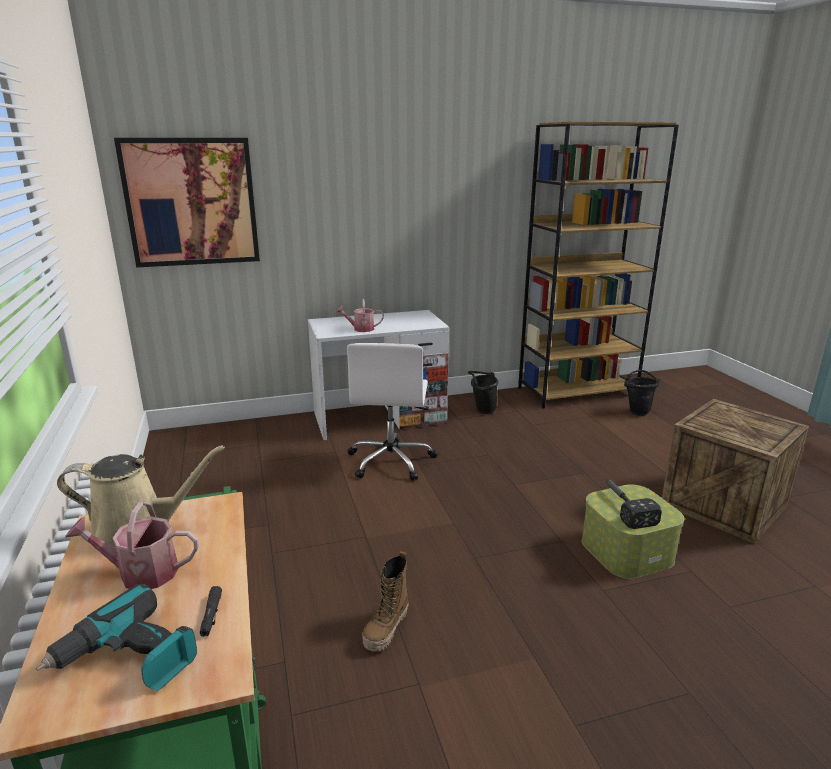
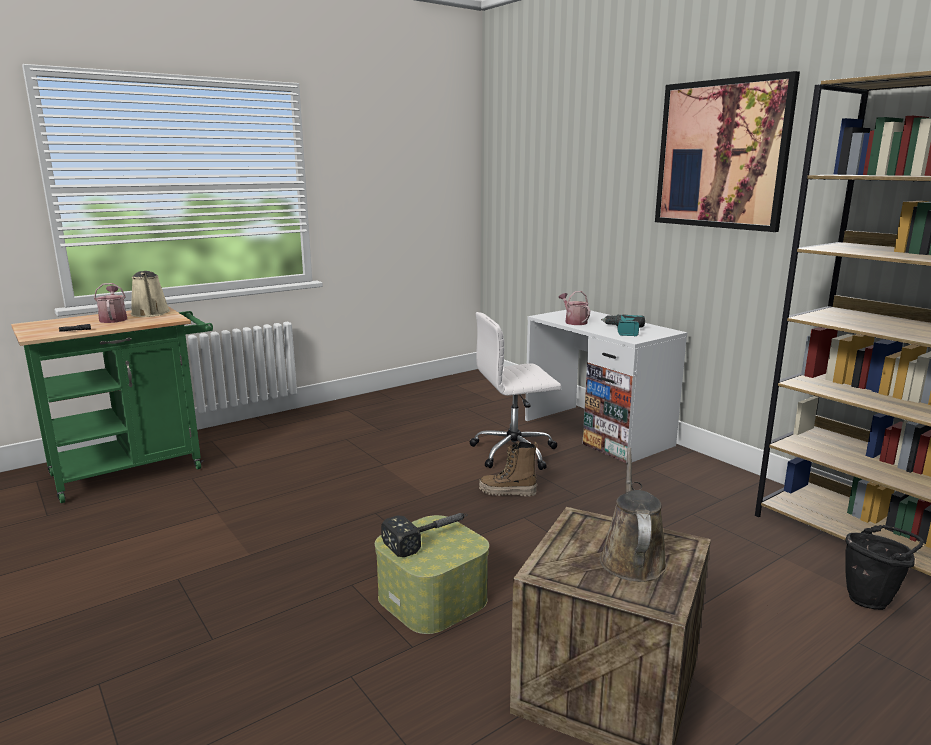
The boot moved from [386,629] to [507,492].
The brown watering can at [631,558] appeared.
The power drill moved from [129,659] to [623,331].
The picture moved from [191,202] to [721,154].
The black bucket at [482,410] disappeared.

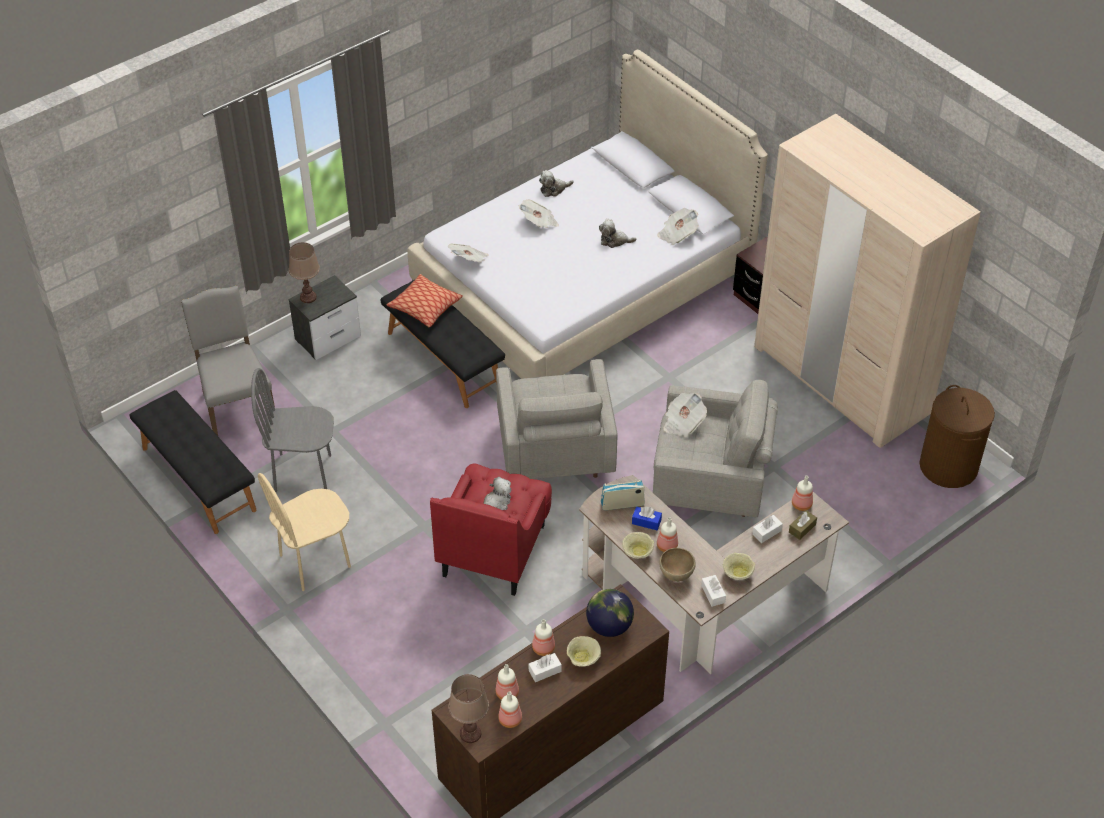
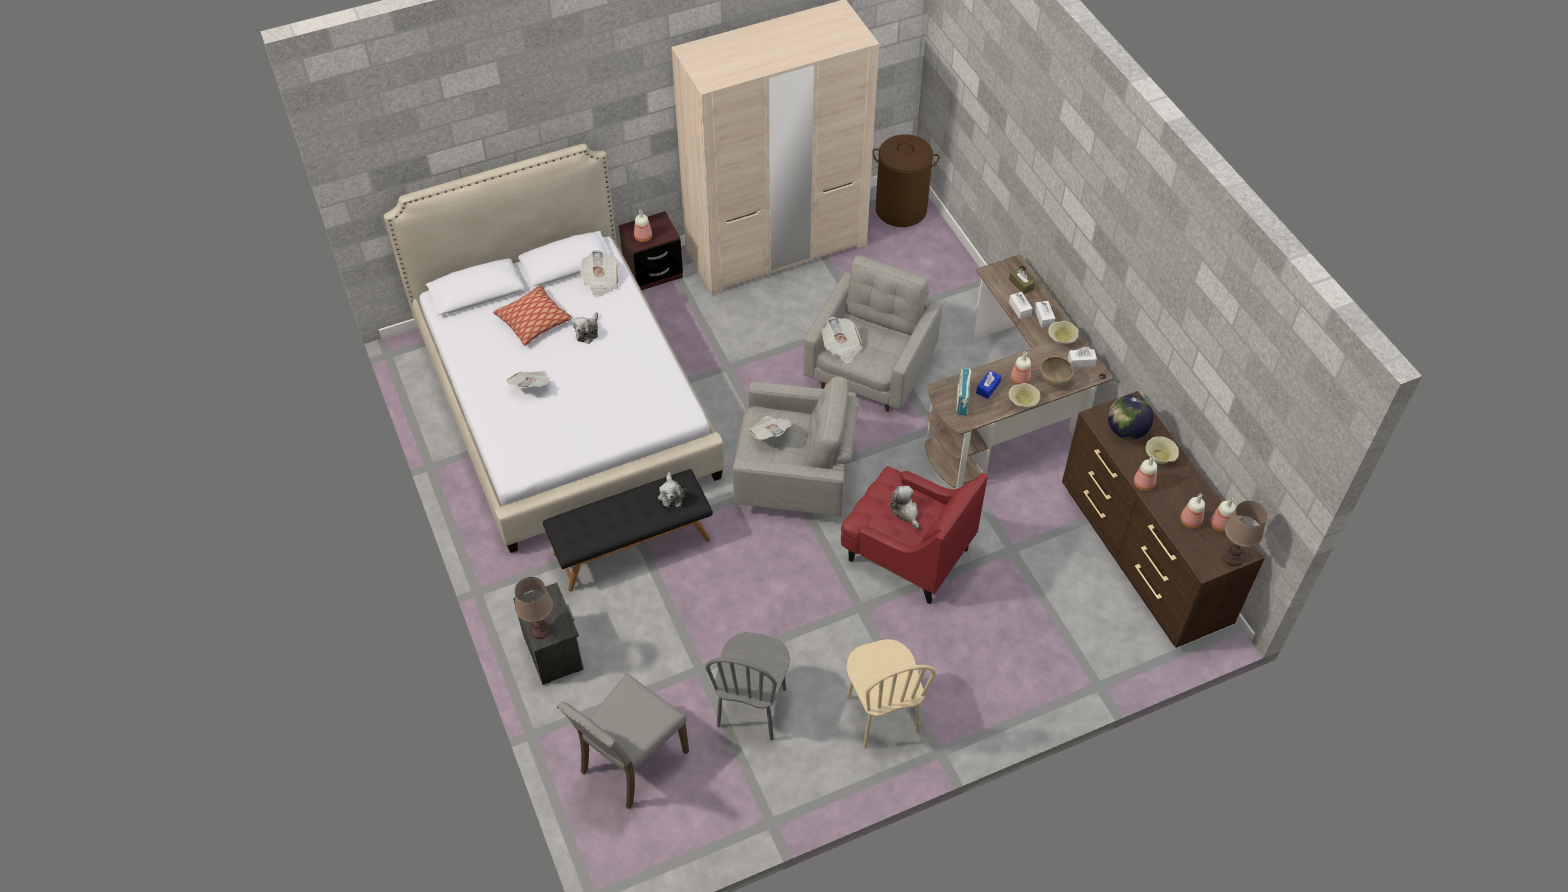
The pillow moved from [425,307] to [534,321].
The grey chair at [237,408] turned 45 degrees counterclockwise.
The bottle moved from [801,505] to [643,237].
The plush toy moved from [554,189] to [671,495].
The newspaper moved from [469,260] to [769,434].
The white tissue box moved from [545,671] to [1044,317].
The black bench at [197,479] disappeared.

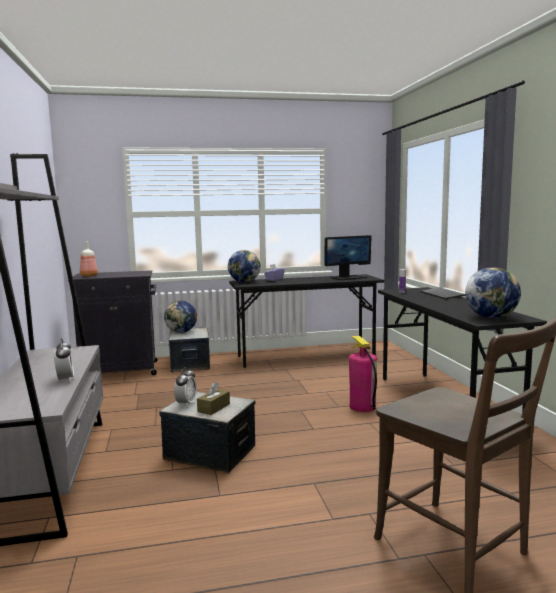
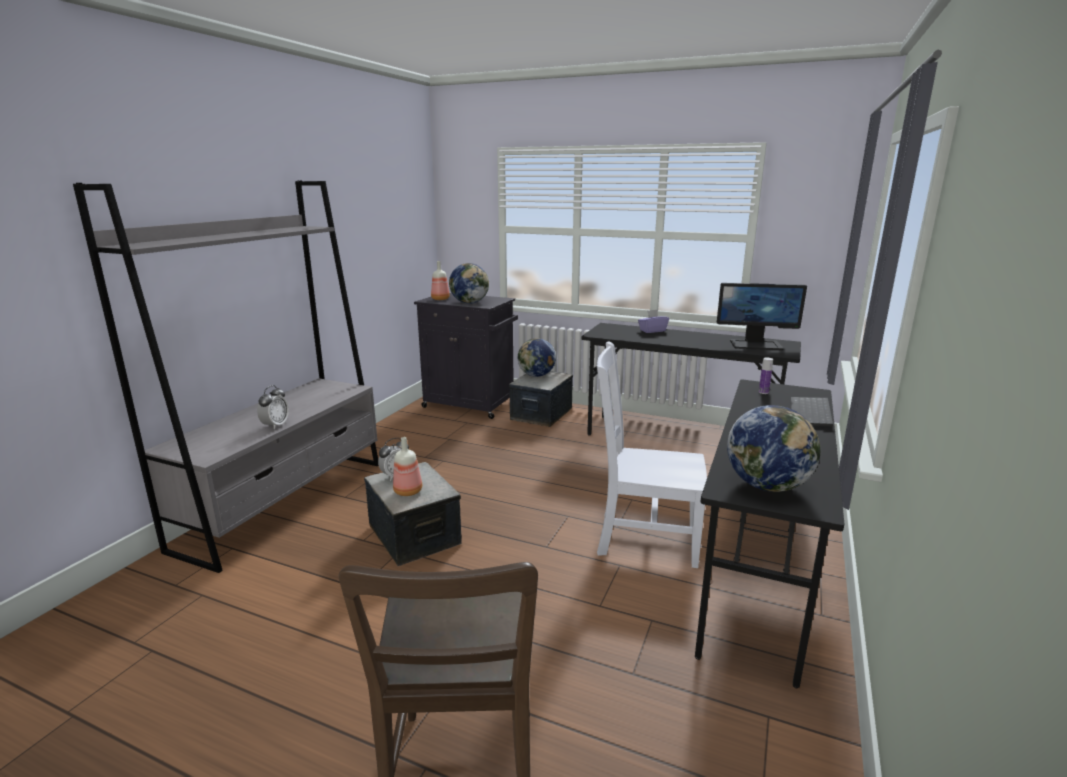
The brown tissue box at [213,408] was replaced by the bottle at [408,491].
The globe moved from [244,282] to [470,303].
The fire extinguisher at [362,406] was replaced by the white chair at [643,538].

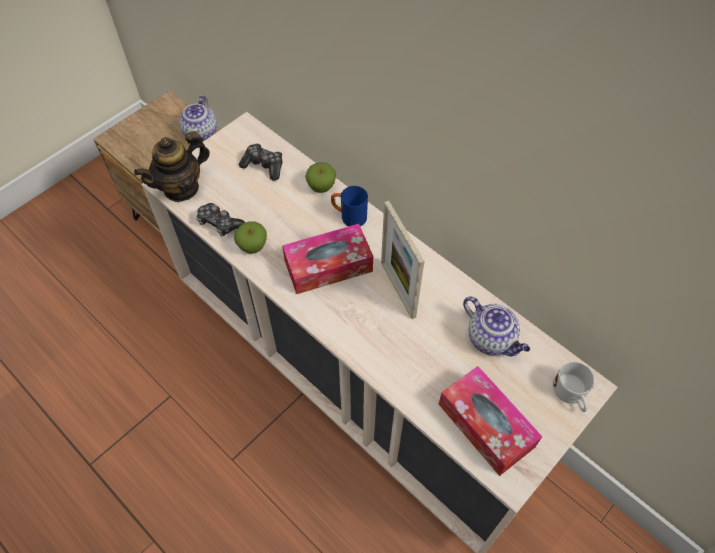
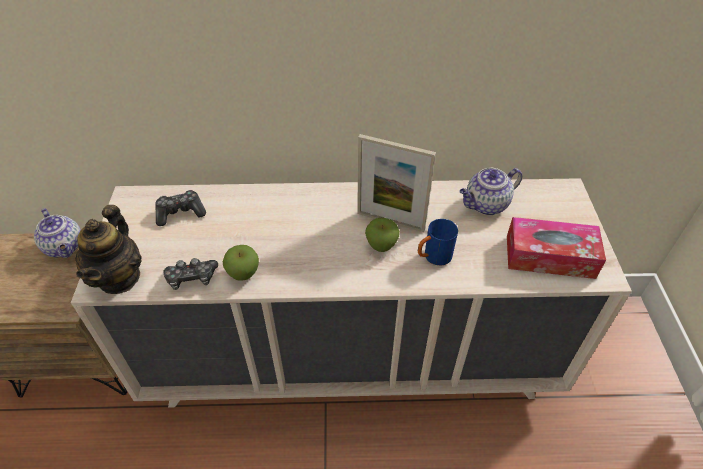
The apple moved from [321,187] to [381,246].
The blue mug moved from [349,216] to [433,257].
The teapot at [492,339] turned 150 degrees clockwise.
The tissue box at [328,266] disappeared.
The white mug at [571,394] disappeared.

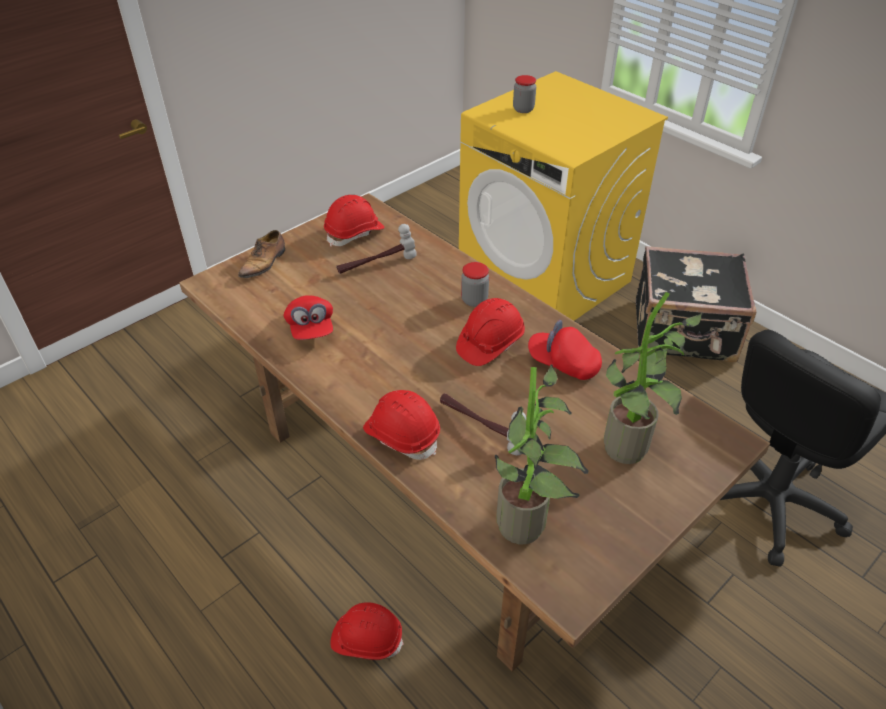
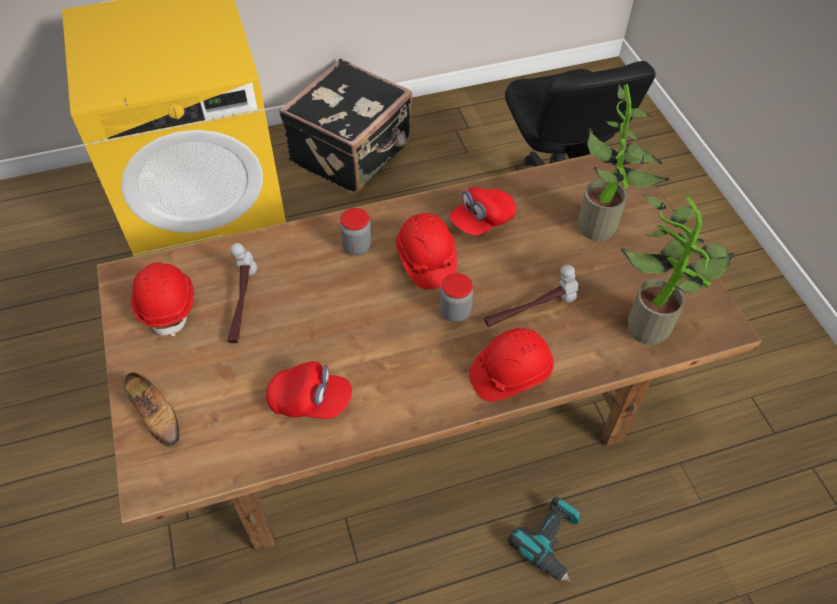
The jar moved from [523,109] to [455,312].
The red hard hat at [367,639] was replaced by the power drill at [551,542].

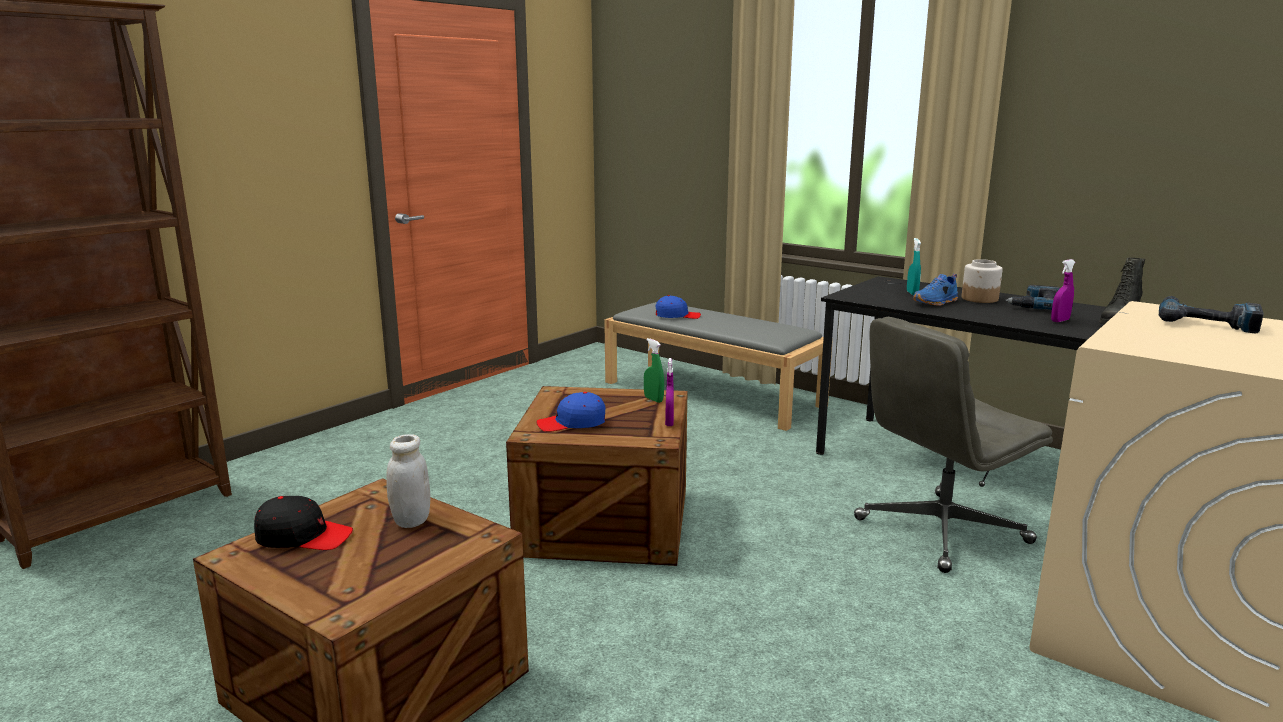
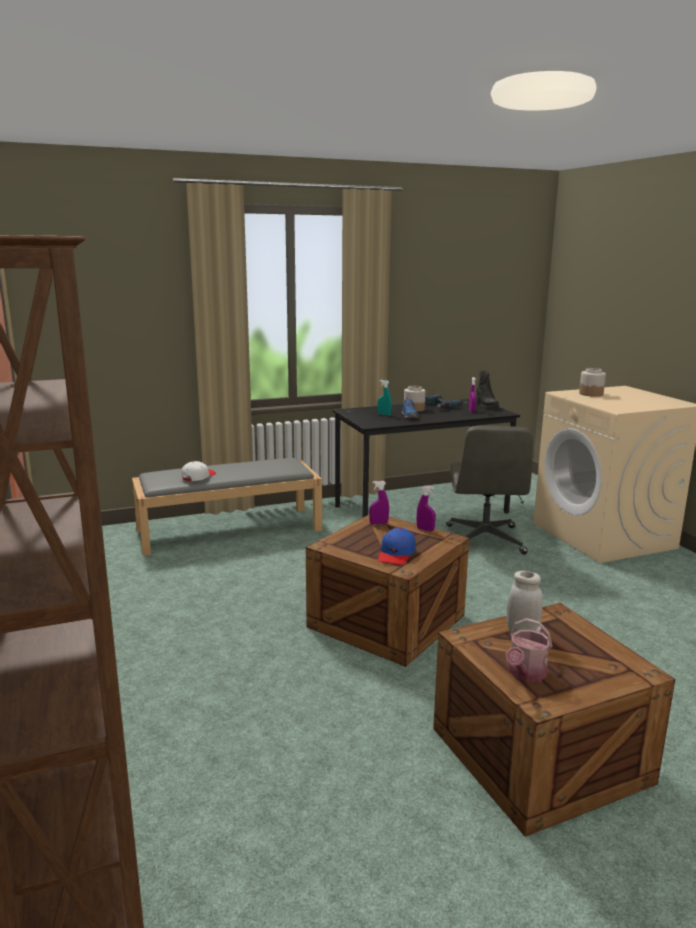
The blue cap at [677,316] became the white cap at [198,477].
The green spray bottle at [653,399] became the purple spray bottle at [378,523].
The black cap at [303,537] was replaced by the watering can at [525,673].
The power drill at [1206,321] was replaced by the jar at [591,394].

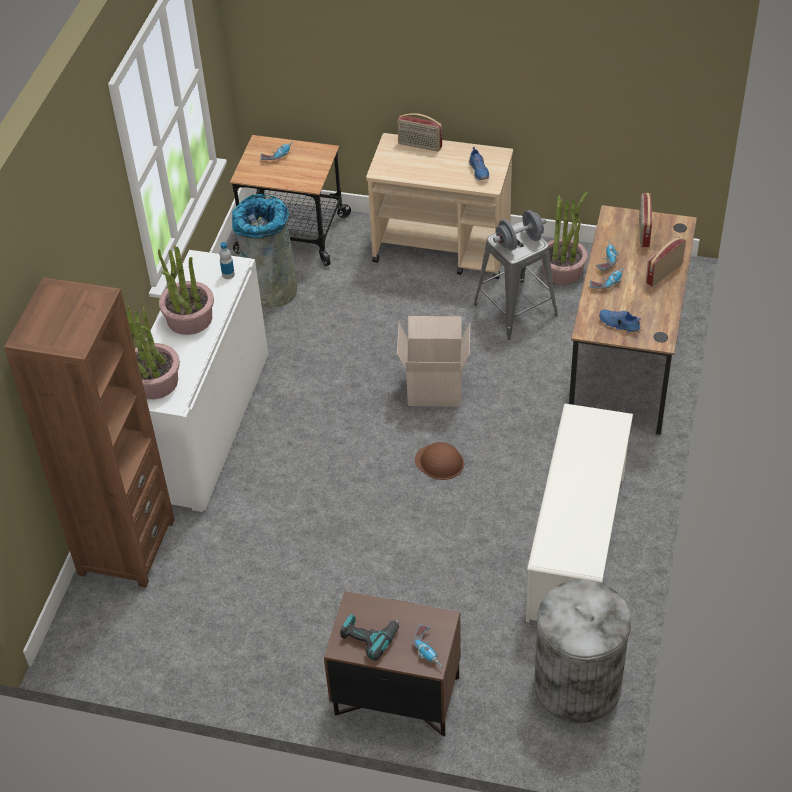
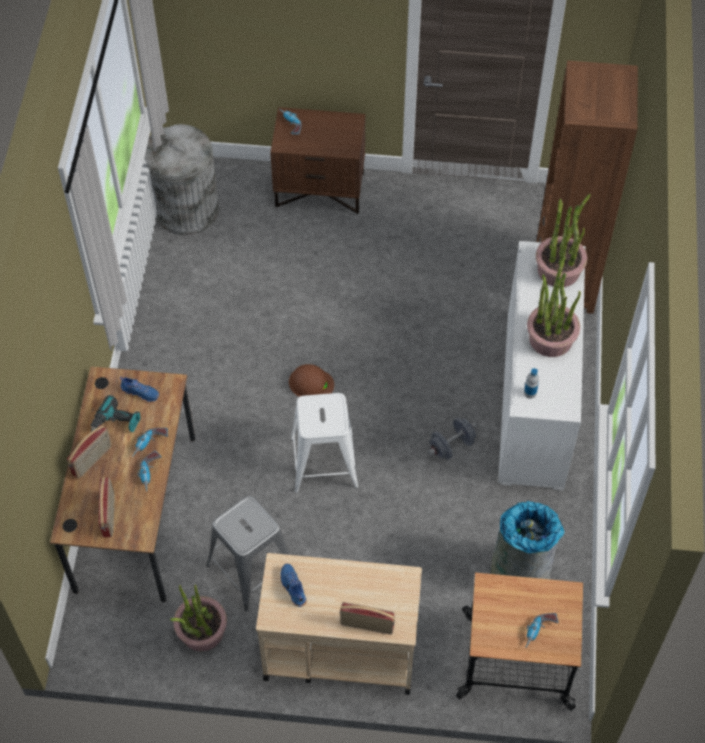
The power drill moved from [370,636] to [116,422].
The cardboard box at [436,388] was replaced by the white stool at [324,462].
The grey dumbbell moved from [519,242] to [451,446].
The white shoe rack at [577,546] disappeared.

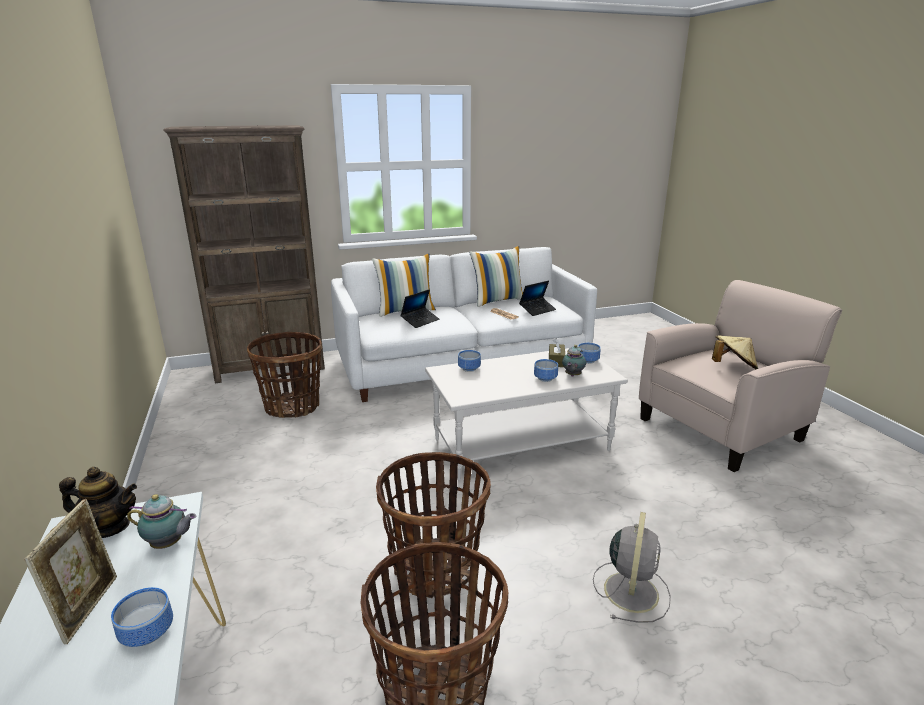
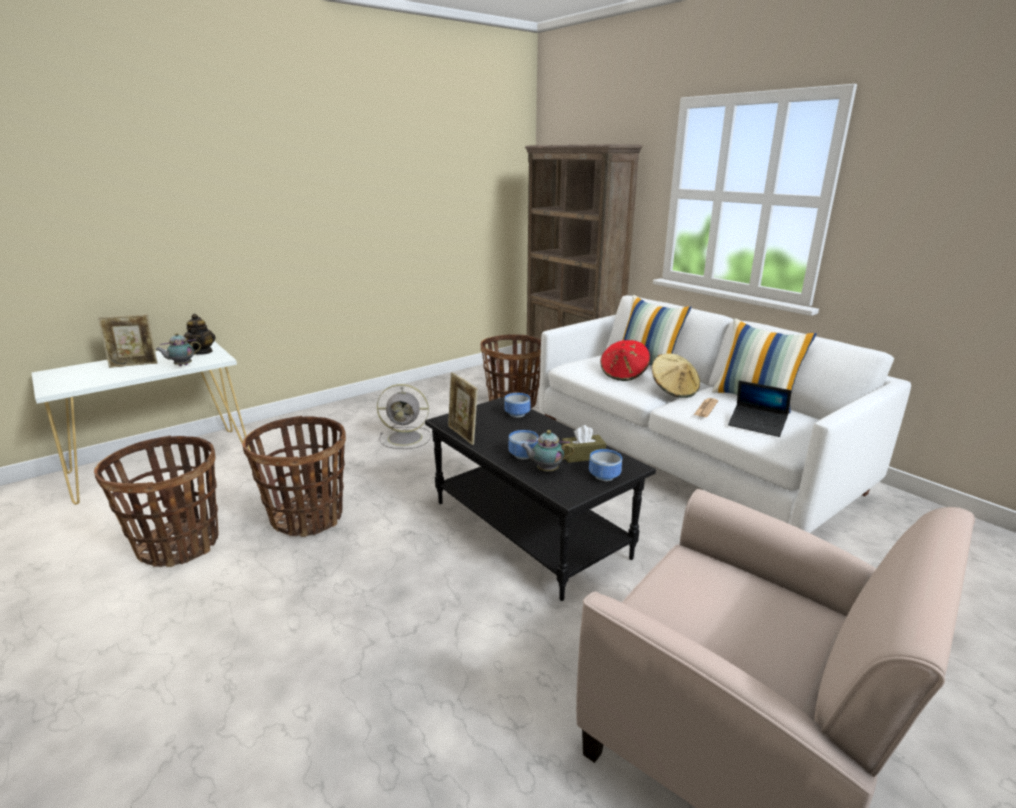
The teapot at [168,544] turned 75 degrees clockwise.
The grey fan moved from [631,590] to [406,438].
The white coffee table at [521,444] became the black coffee table at [530,528].
The picture frame at [463,435] appeared.
The laptop at [420,321] was replaced by the red hat at [624,374].
The beige hat moved from [733,367] to [674,390].
The bowl at [149,631] disappeared.

